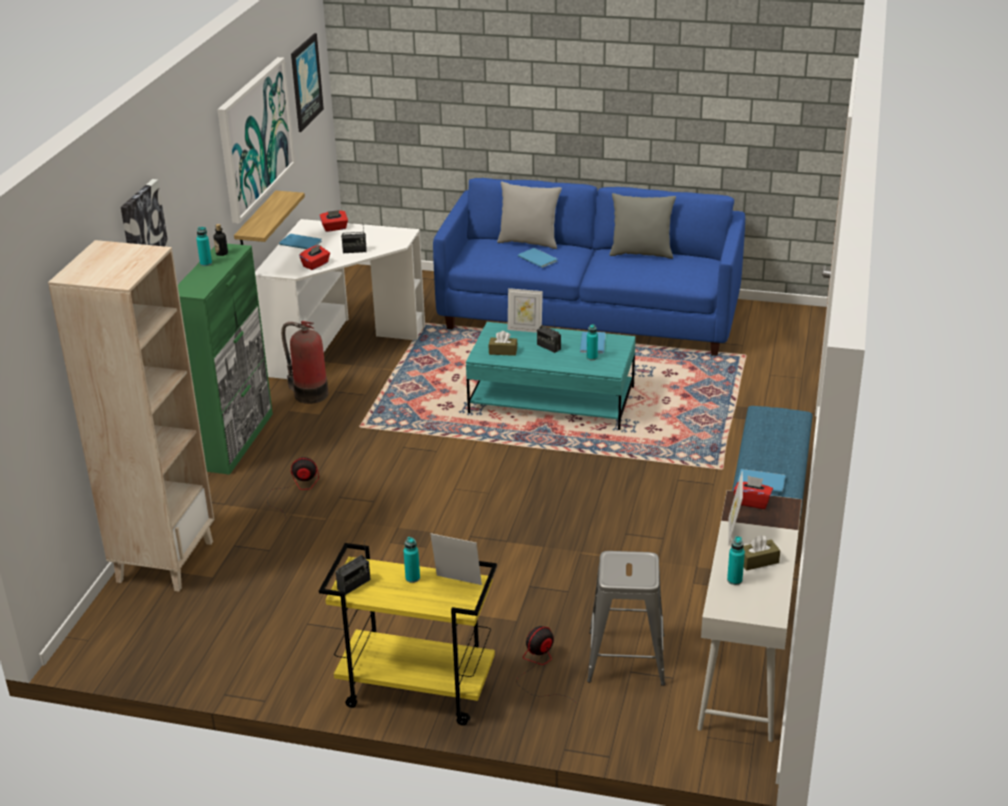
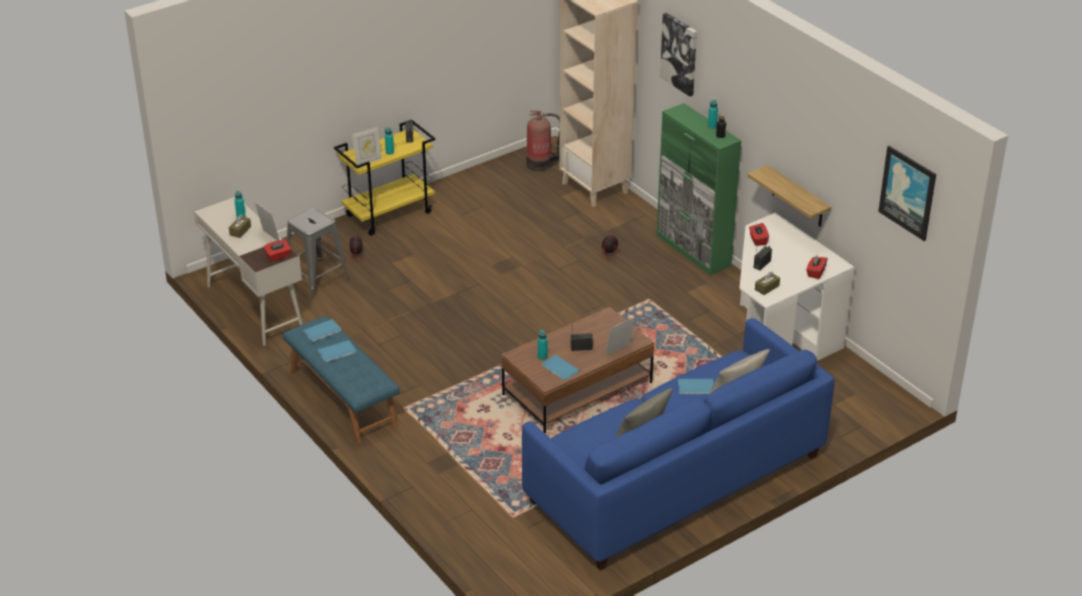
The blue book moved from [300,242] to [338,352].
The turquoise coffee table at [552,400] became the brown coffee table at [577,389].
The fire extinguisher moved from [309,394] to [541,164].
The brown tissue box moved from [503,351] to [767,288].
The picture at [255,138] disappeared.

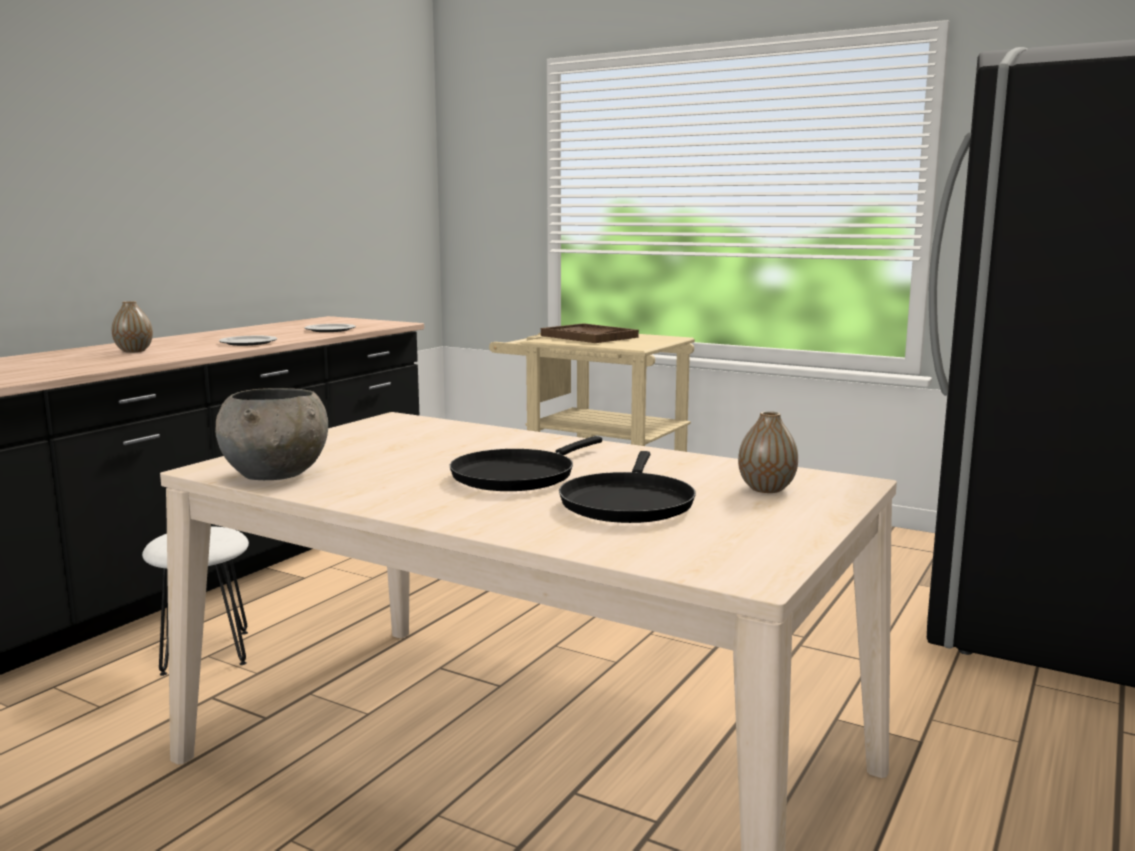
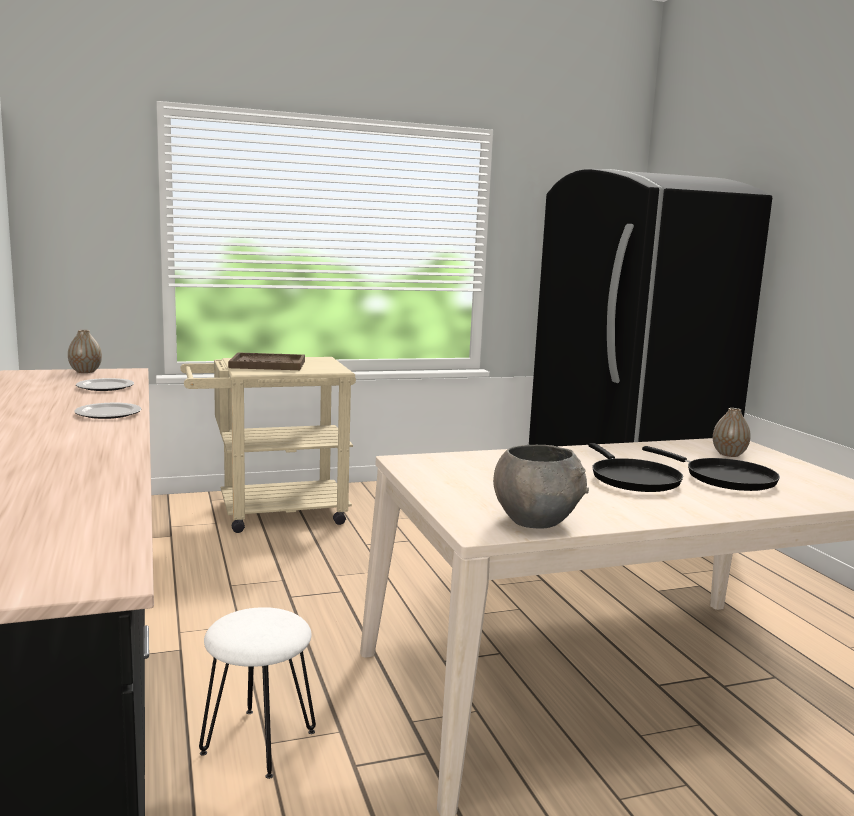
The vase moved from [134,351] to [85,371].

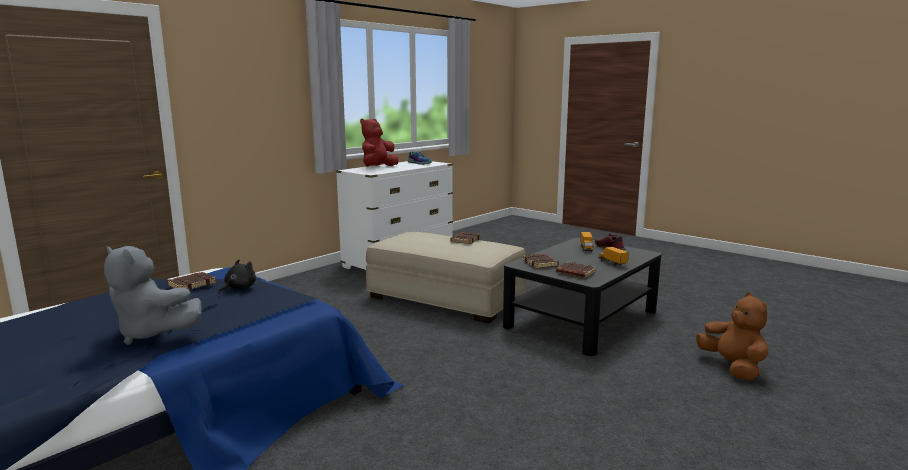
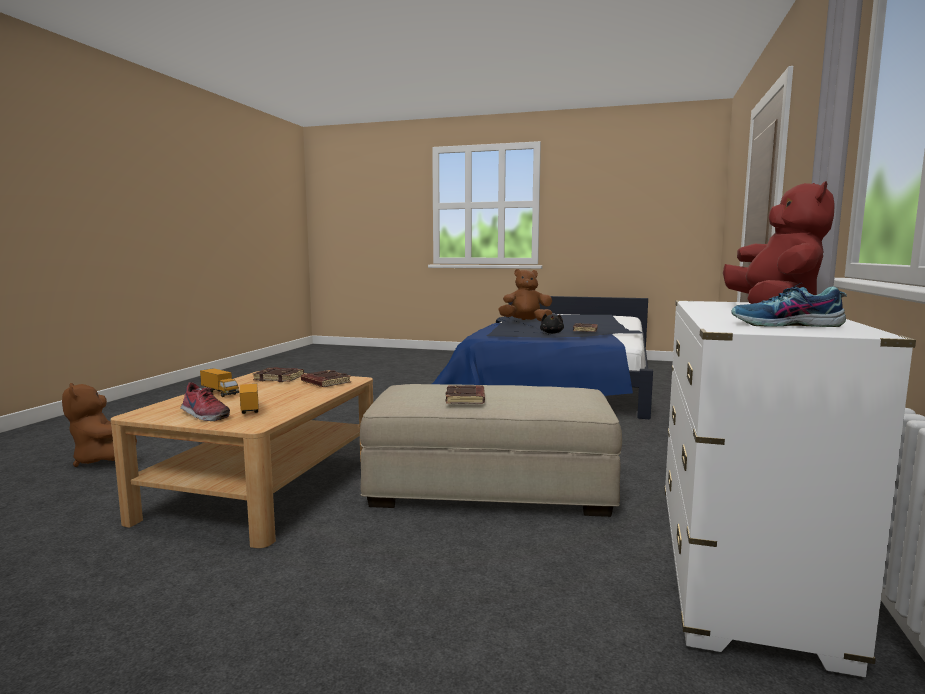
The black coffee table at [582,319] became the beige coffee table at [264,487].
The grey plush toy at [152,333] became the brown plush toy at [526,321].

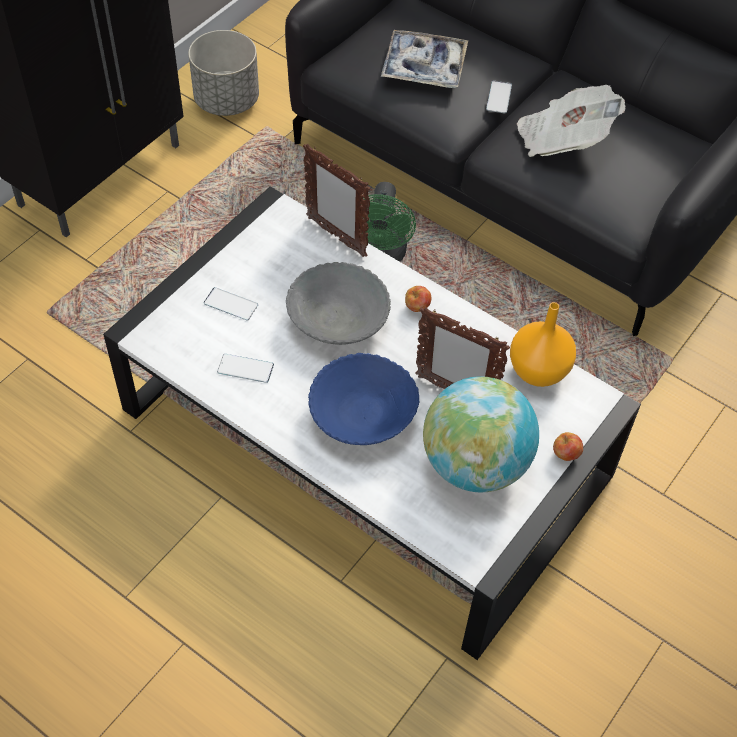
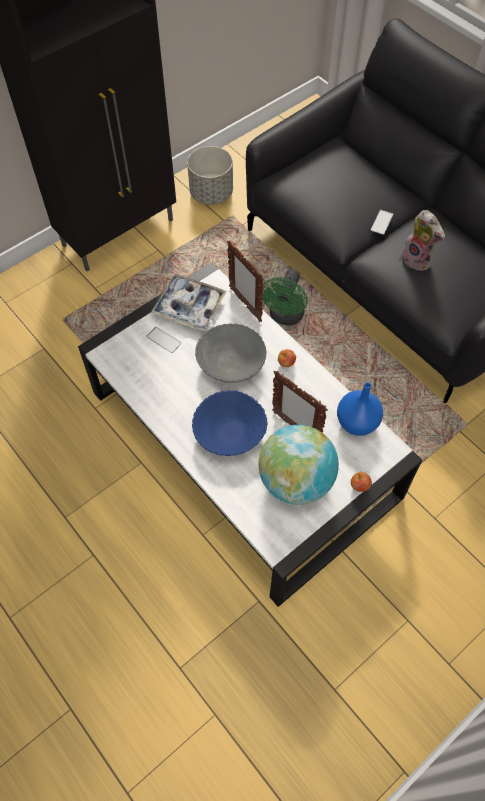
The tray moved from [424,67] to [189,306].
The orange vase at [538,370] became the blue vase at [357,422].
The newspaper at [563,140] was replaced by the plush toy at [418,260].
The phone at [245,368] disappeared.

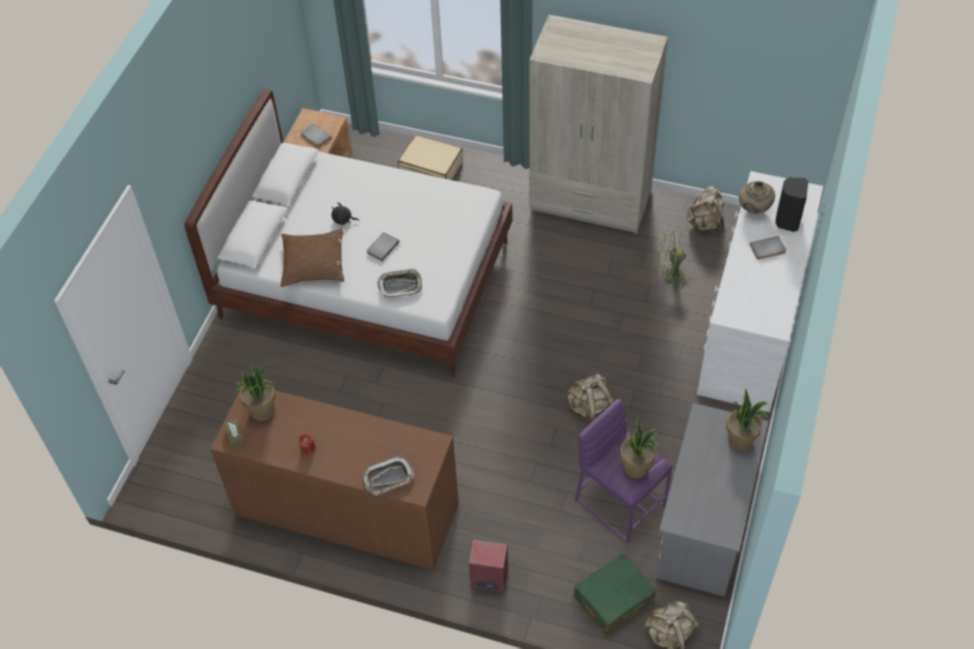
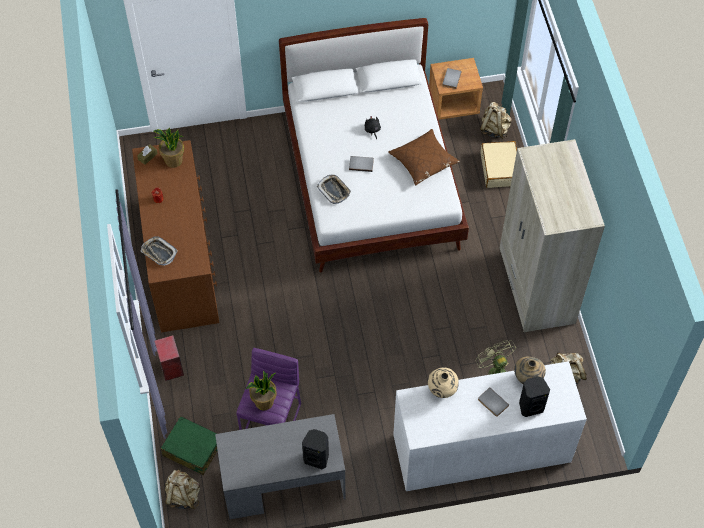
The potted plant at [740,441] was replaced by the black speaker at [317,458].
The brown pillow moved from [313,263] to [423,161].
The beige vase at [442,390] appeared.
The beige backpack moved from [589,408] to [494,129].

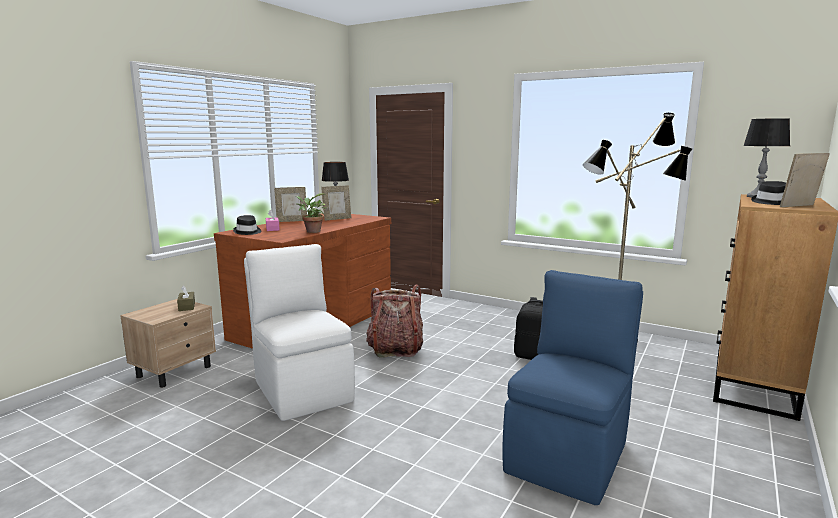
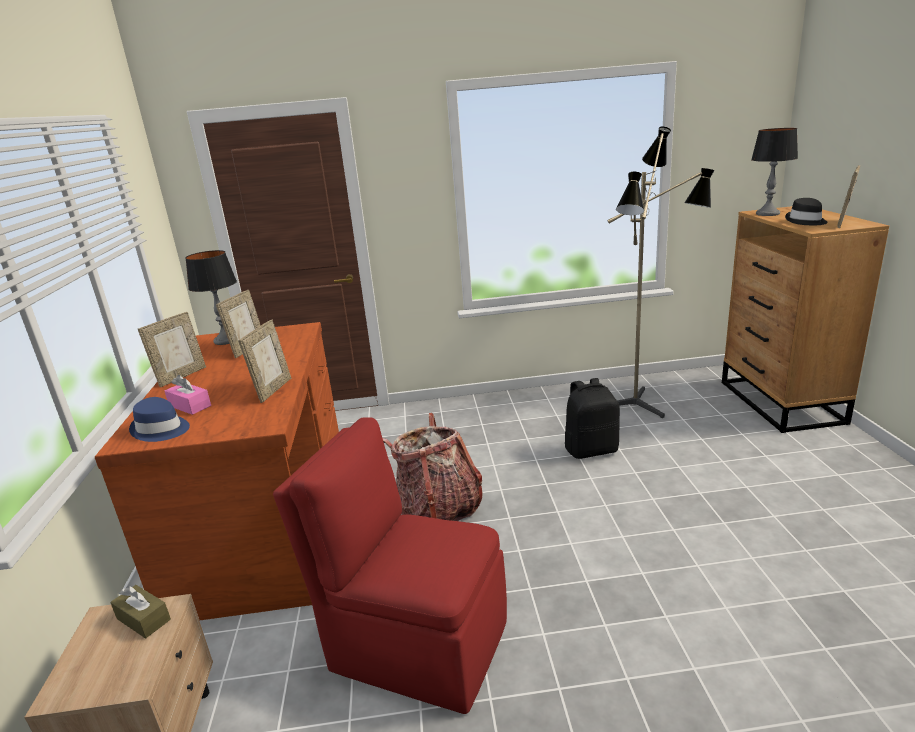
The black hat at [247,232] became the blue hat at [161,430].
The potted plant at [311,231] was replaced by the picture frame at [273,390].
The white chair at [302,389] became the red chair at [415,644].
The blue chair at [568,455] disappeared.

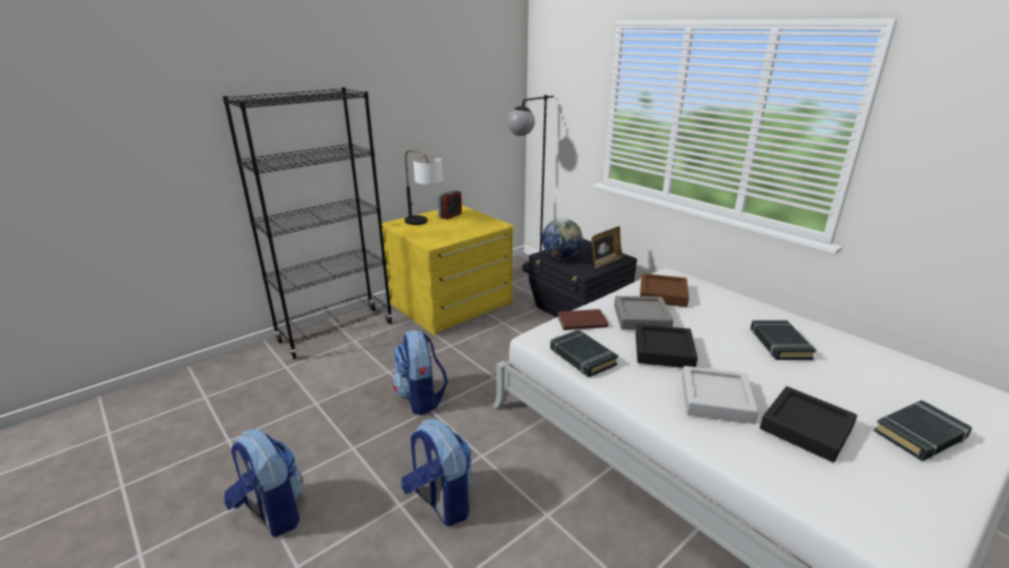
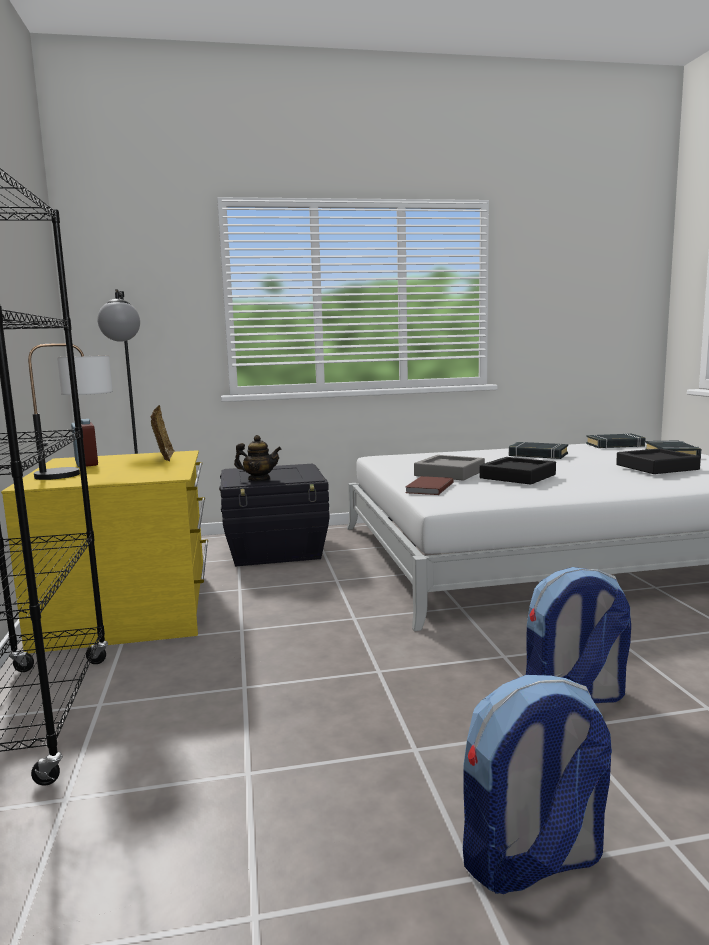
The picture frame moved from [605,262] to [164,458].
The globe at [561,257] was replaced by the teapot at [259,480].
The black book moved from [582,357] to [615,445].
The backpack at [421,398] disappeared.
The brown tray at [663,294] disappeared.
The grey tray at [716,399] disappeared.

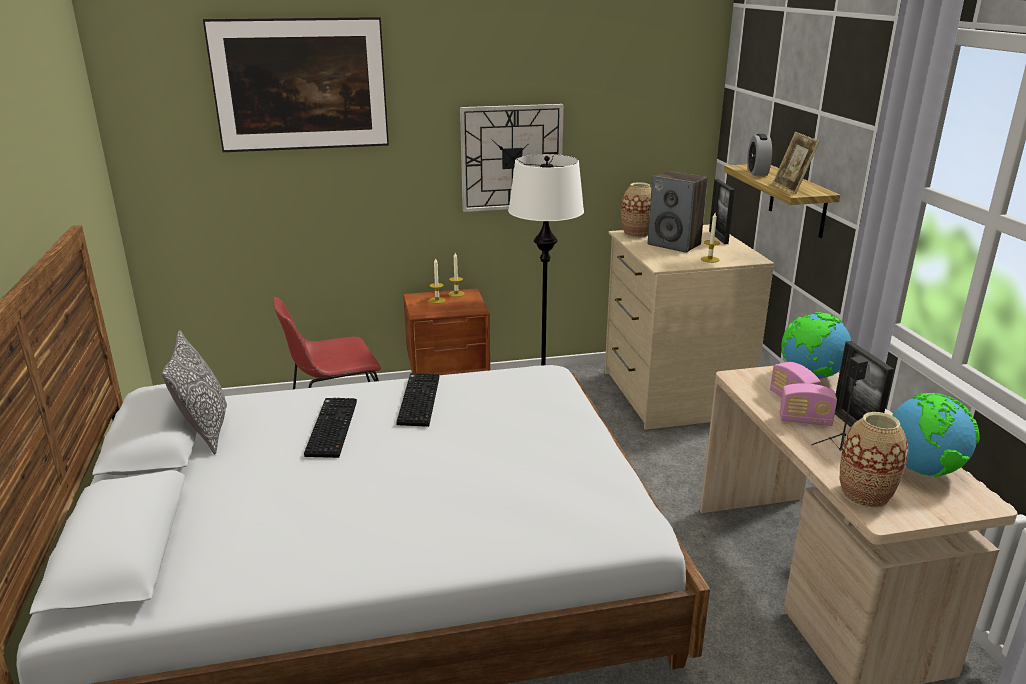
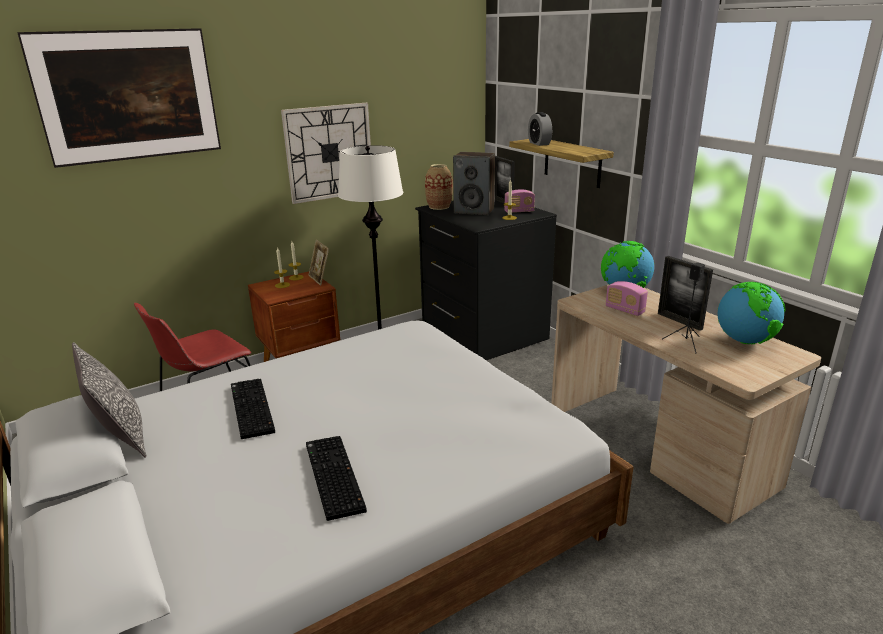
The keyboard moved from [417,400] to [332,476].
The picture frame moved from [791,188] to [320,279].
The beige dresser at [672,394] became the black dresser at [482,333].
The radio moved from [805,420] to [519,211].
The vase at [864,495] disappeared.

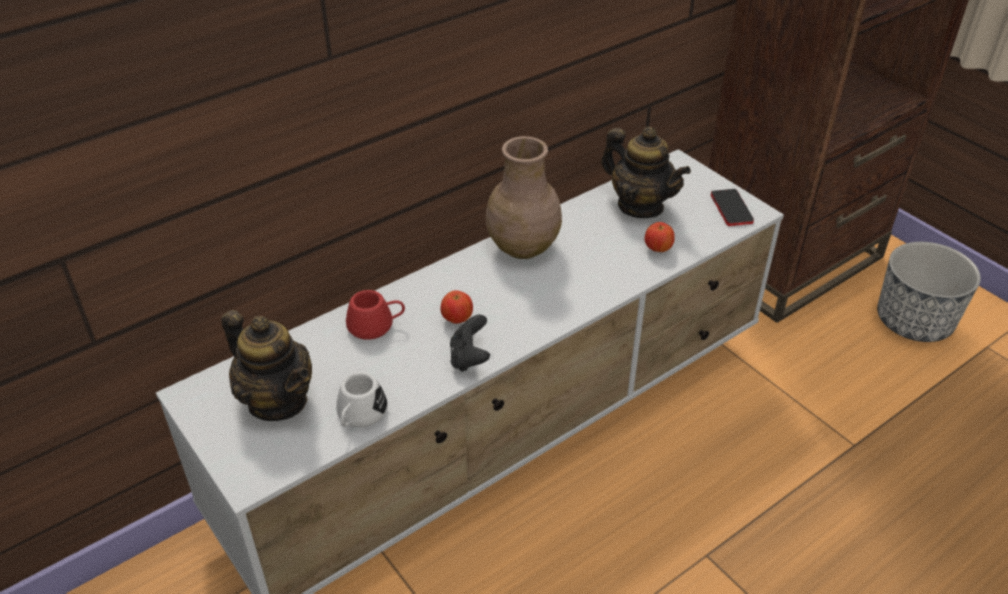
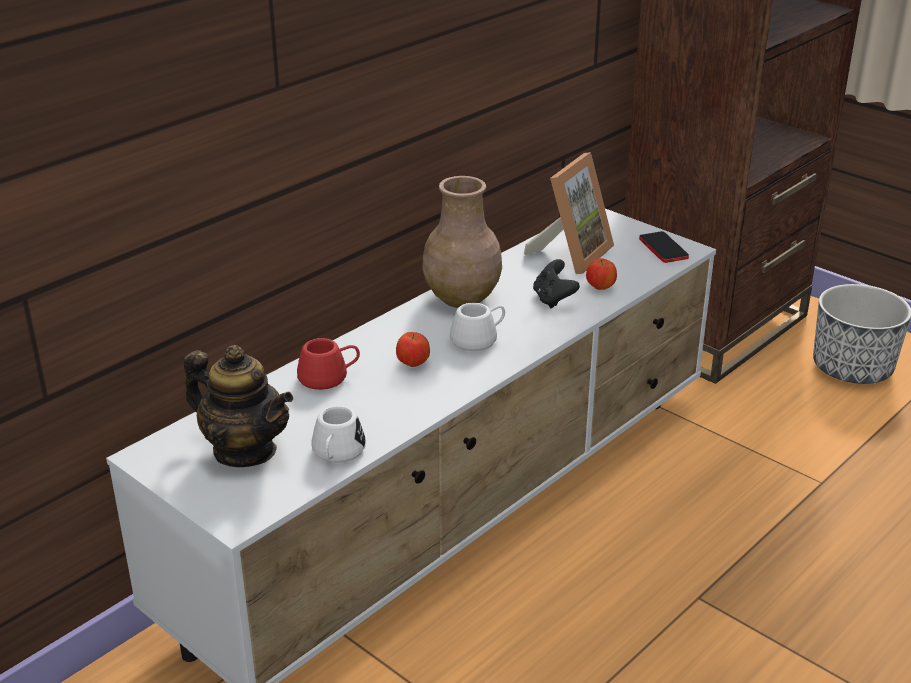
The white mug at [479,339] appeared.
The teapot at [640,206] was replaced by the picture frame at [571,254].
The black game controller moved from [469,358] to [553,299].

